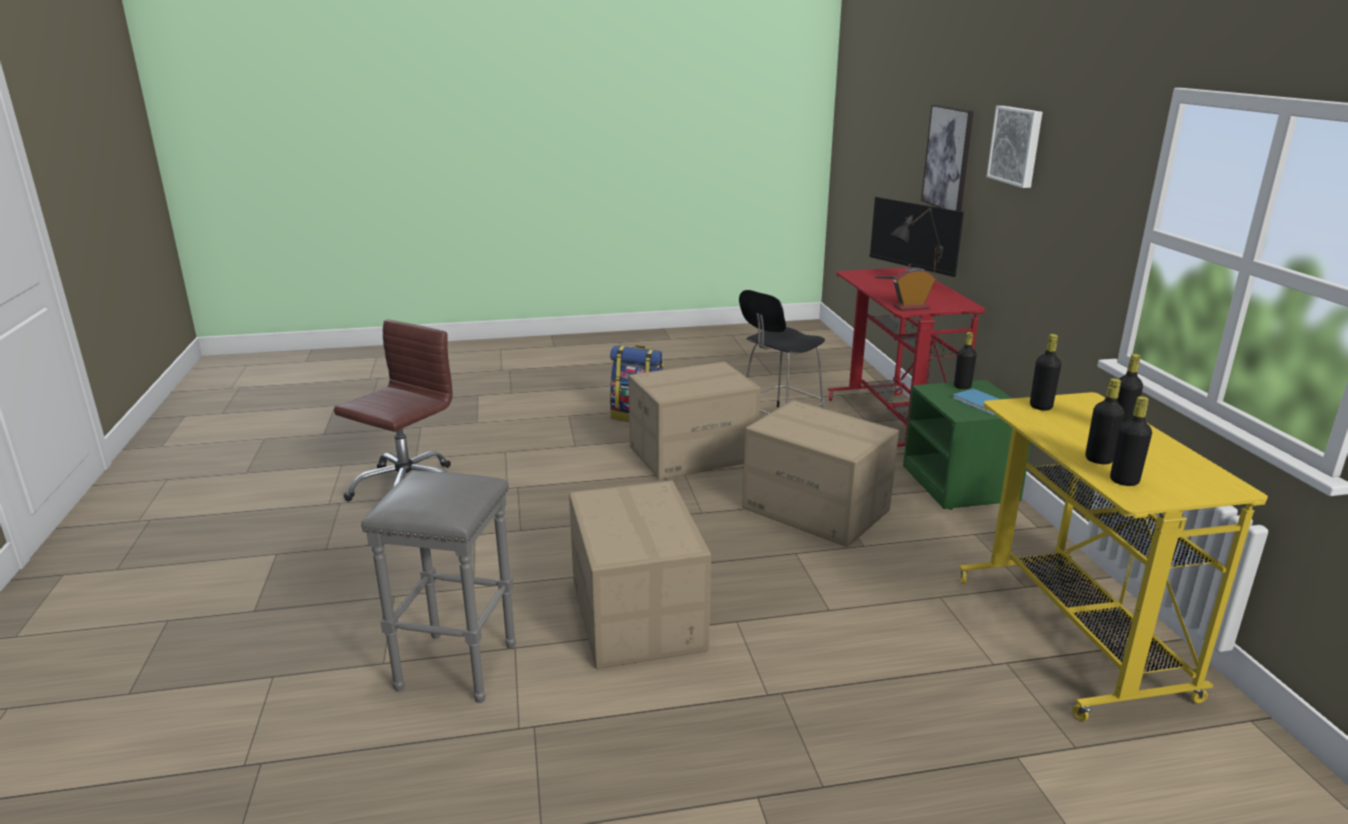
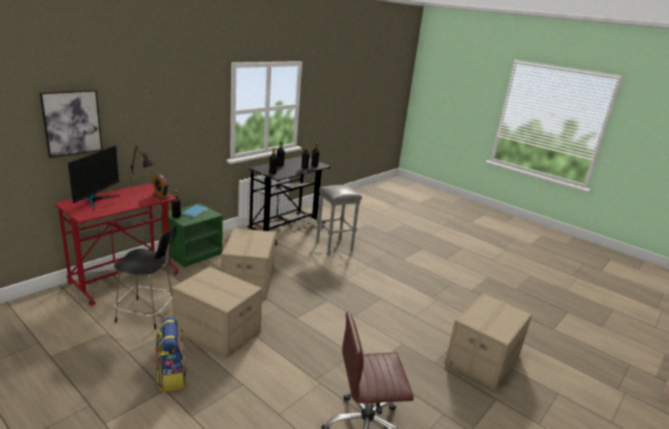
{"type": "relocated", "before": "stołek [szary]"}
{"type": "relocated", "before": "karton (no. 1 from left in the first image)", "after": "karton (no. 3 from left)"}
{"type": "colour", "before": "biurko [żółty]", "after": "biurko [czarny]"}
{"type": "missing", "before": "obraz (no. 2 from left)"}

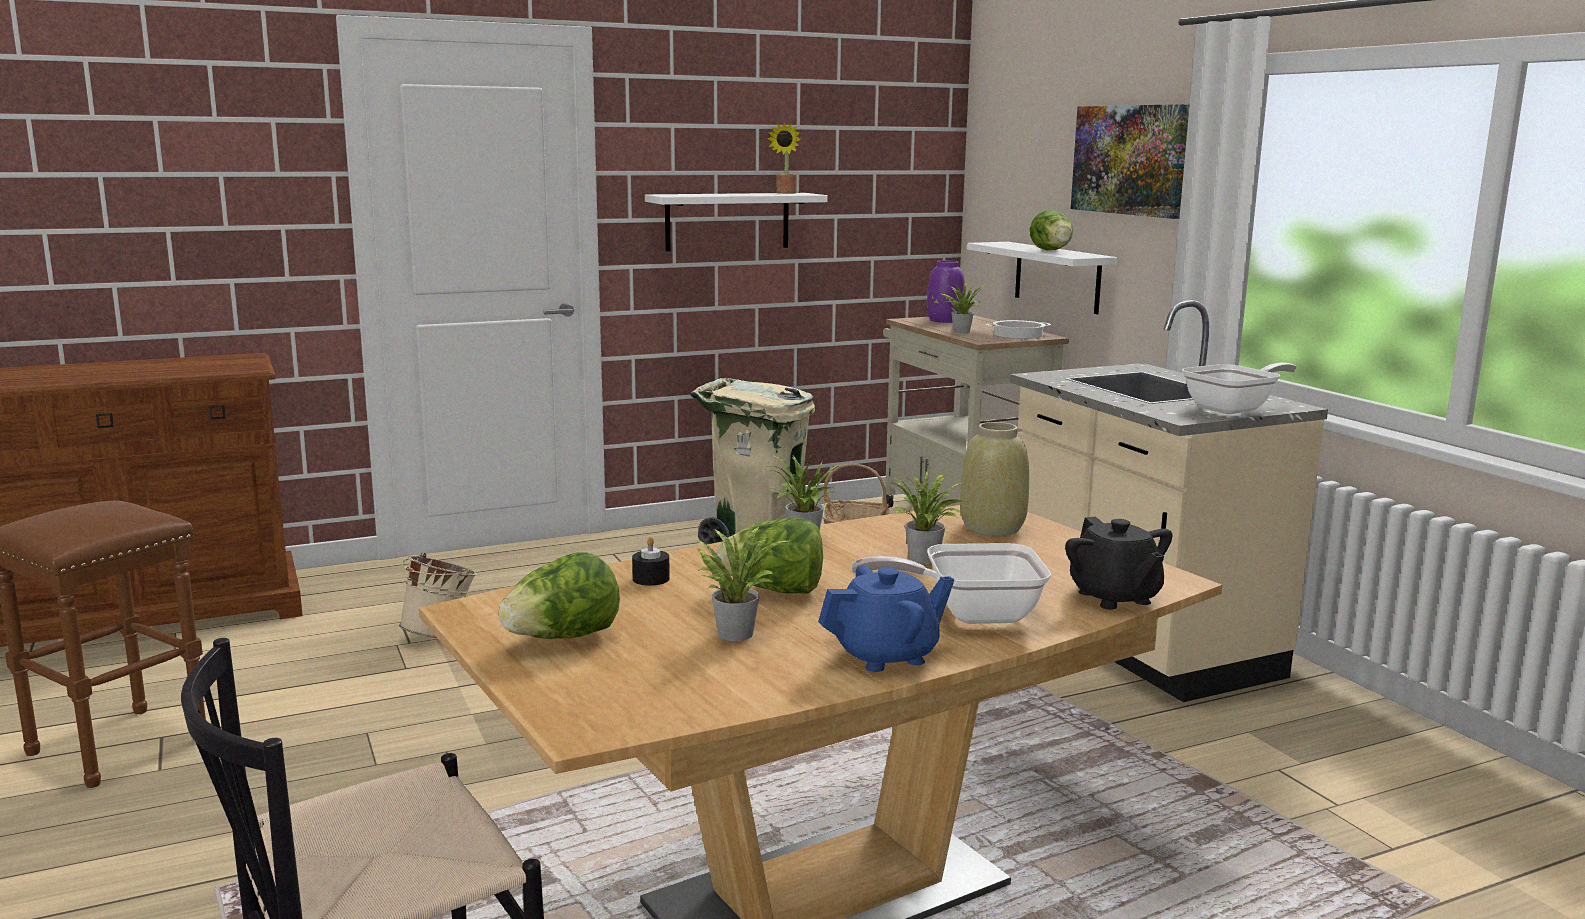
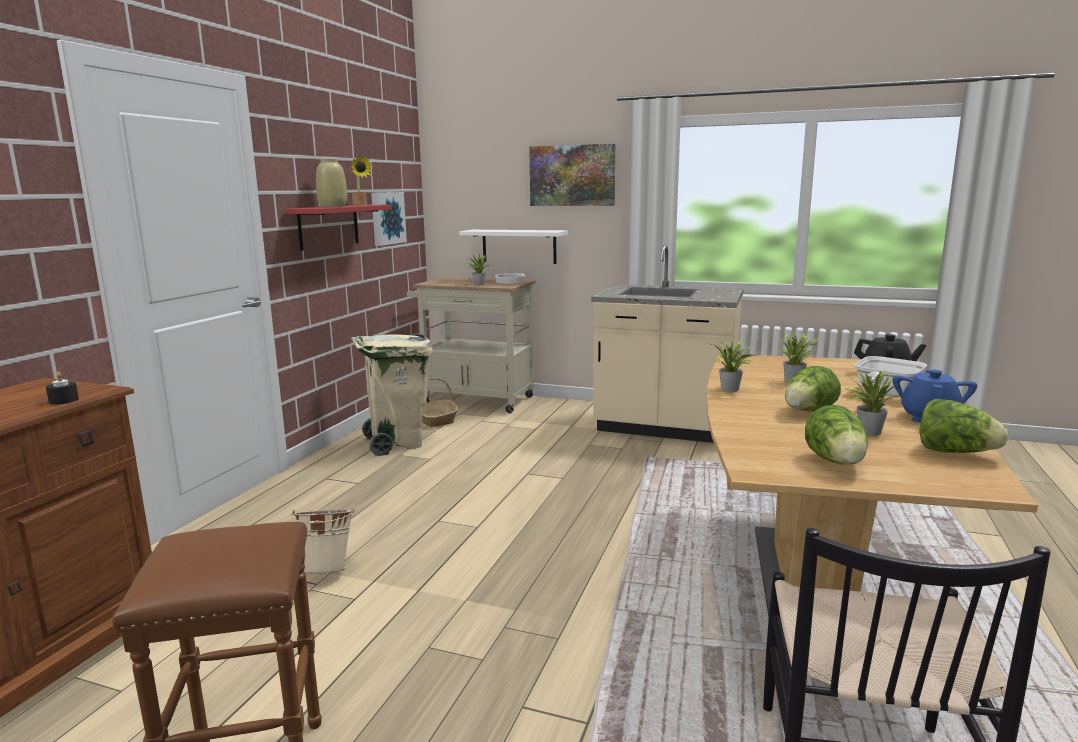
{"type": "relocated", "before": "świeca [czarny]"}
{"type": "colour", "before": "półka [biały] (no. 1 from left)", "after": "półka [czerwony]"}
{"type": "missing", "before": "wazon [fioletowy]"}
{"type": "relocated", "before": "wazon [beżowy]"}
{"type": "relocated", "before": "sałata (no. 3 from left)"}
{"type": "missing", "before": "patelnia (no. 2 from left)"}
{"type": "appeared", "after": "obraz (no. 1 from left)"}

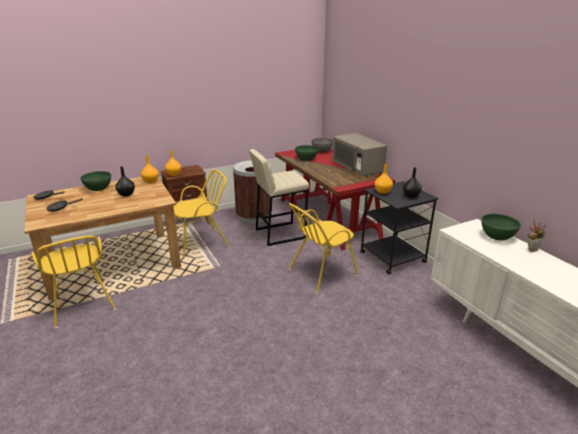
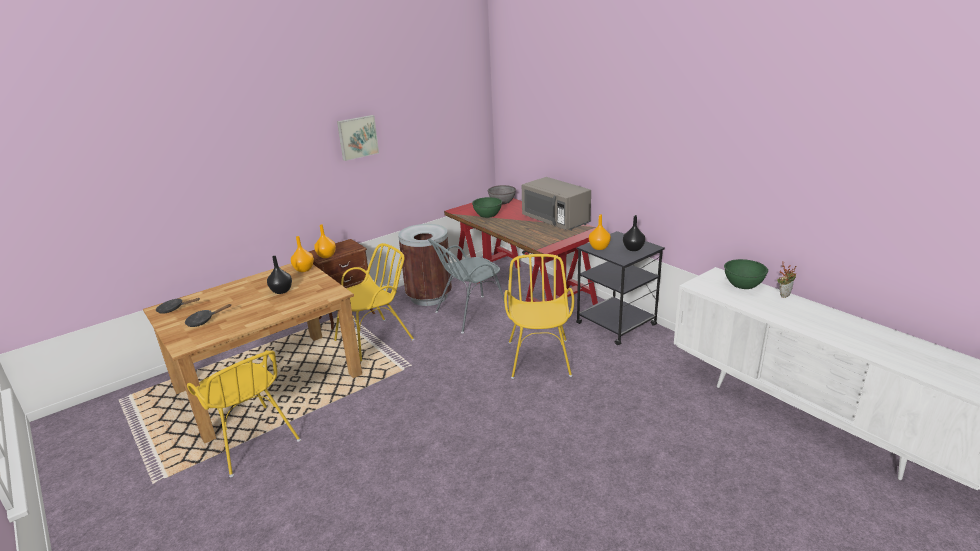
{"type": "missing", "before": "miska [zielony] (no. 1 from left)"}
{"type": "exchanged", "before": "stołek [beżowy]", "after": "krzesło [szary]"}
{"type": "spun", "before": "krzesło [żółty] (no. 3 from left)", "turn": 135}
{"type": "appeared", "after": "obraz"}

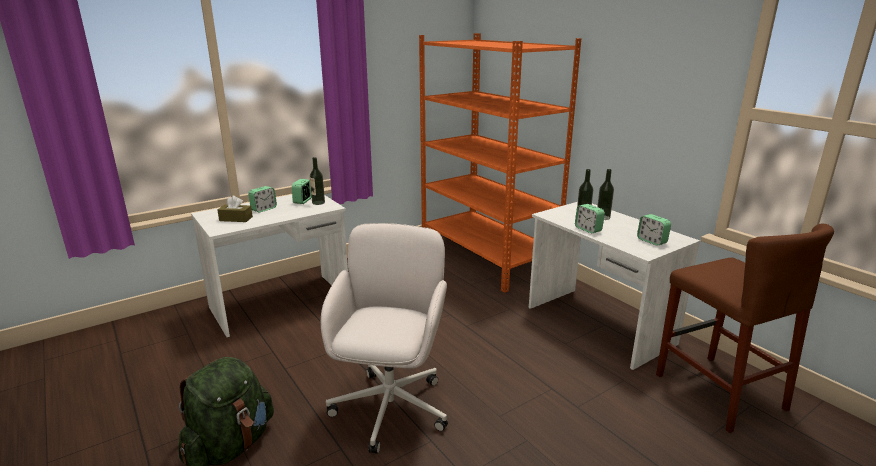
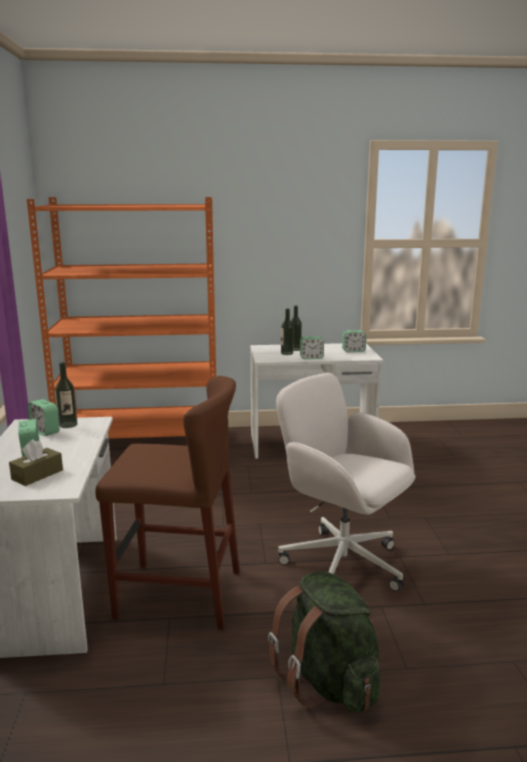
{"type": "relocated", "before": "stołek [brązowy]"}

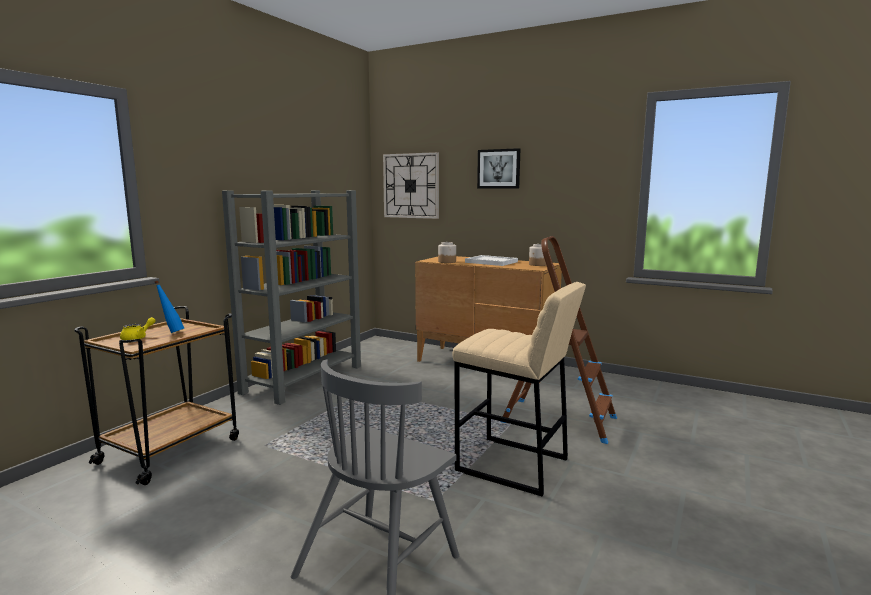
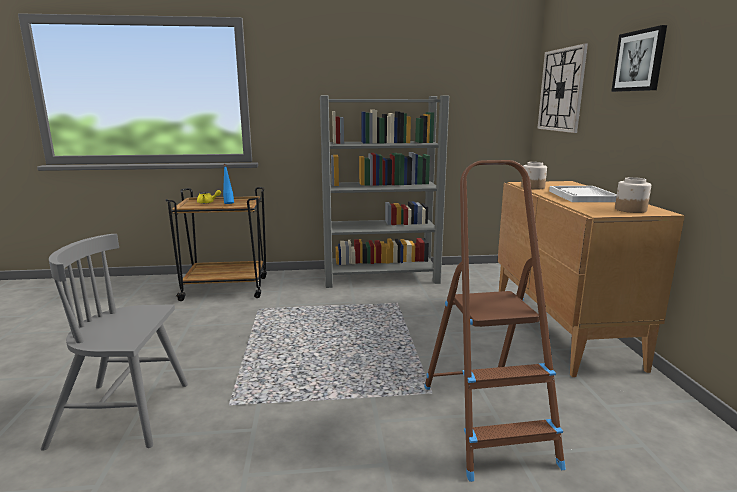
{"type": "missing", "before": "stołek [beżowy]"}

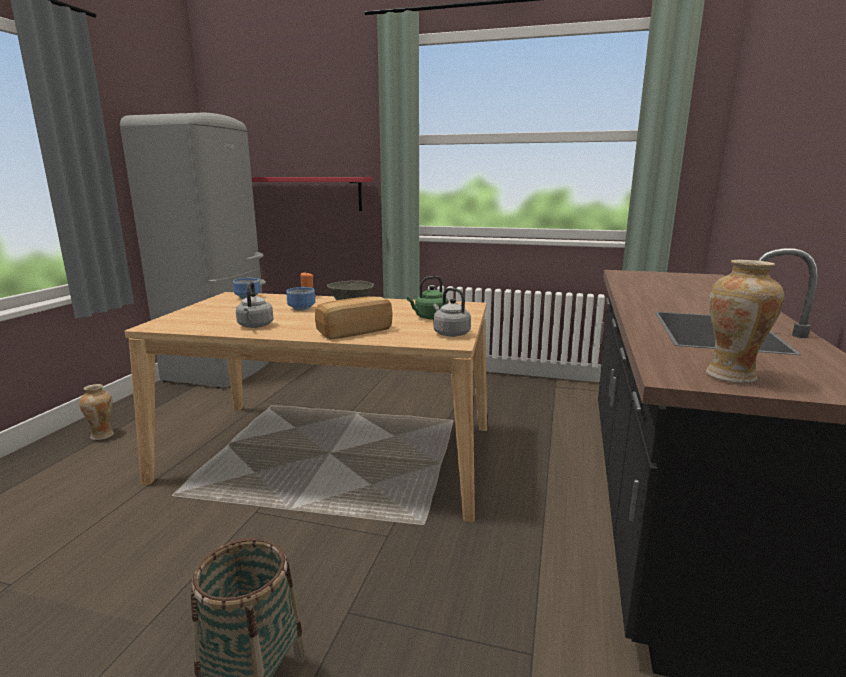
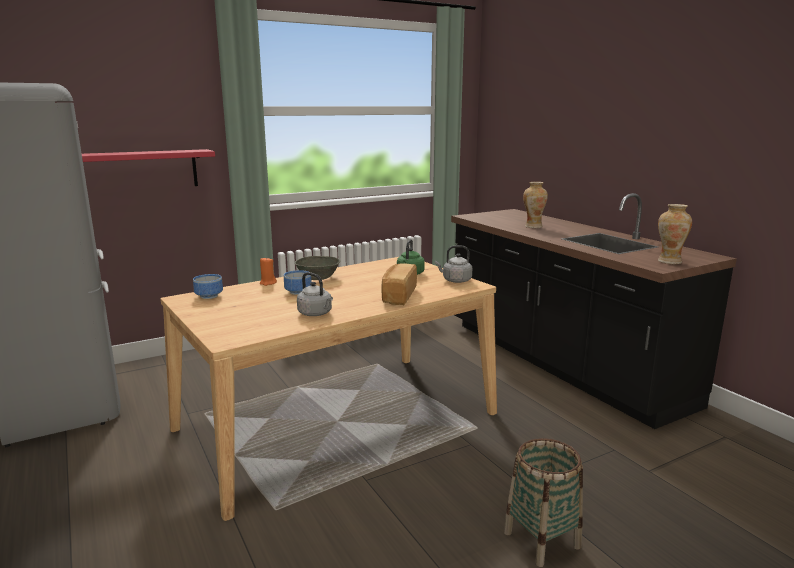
{"type": "relocated", "before": "wazon (no. 1 from left)"}

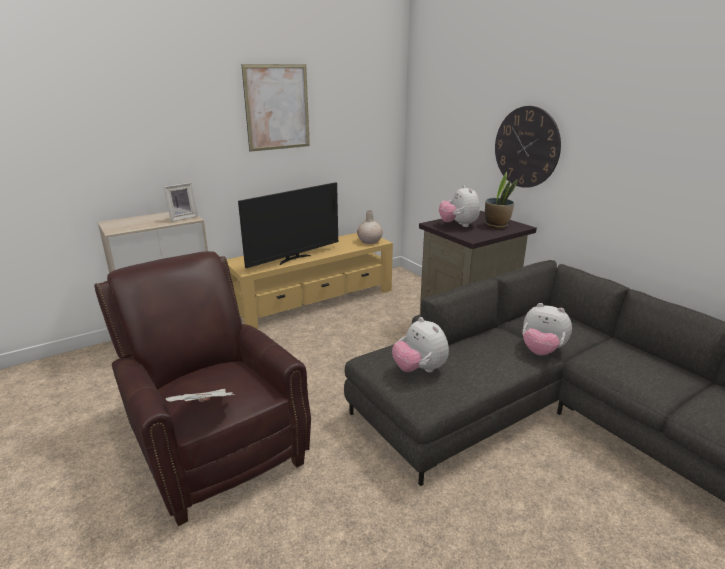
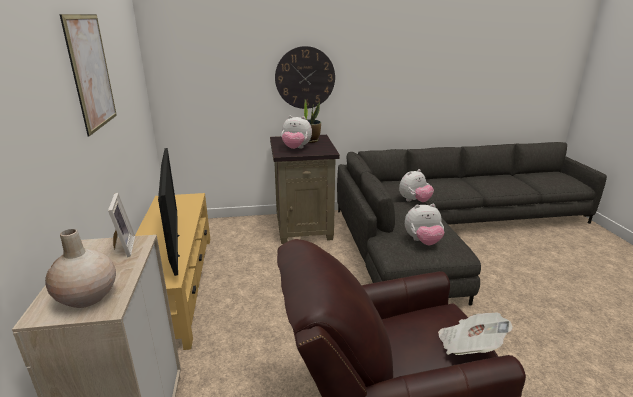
{"type": "relocated", "before": "wazon [beżowy]"}

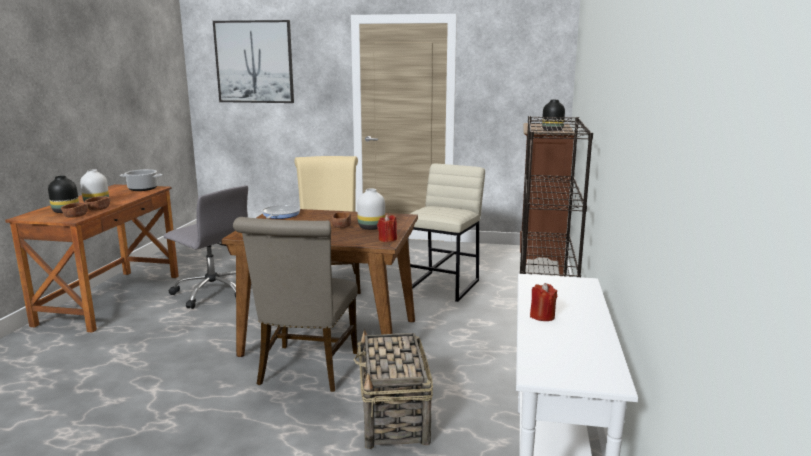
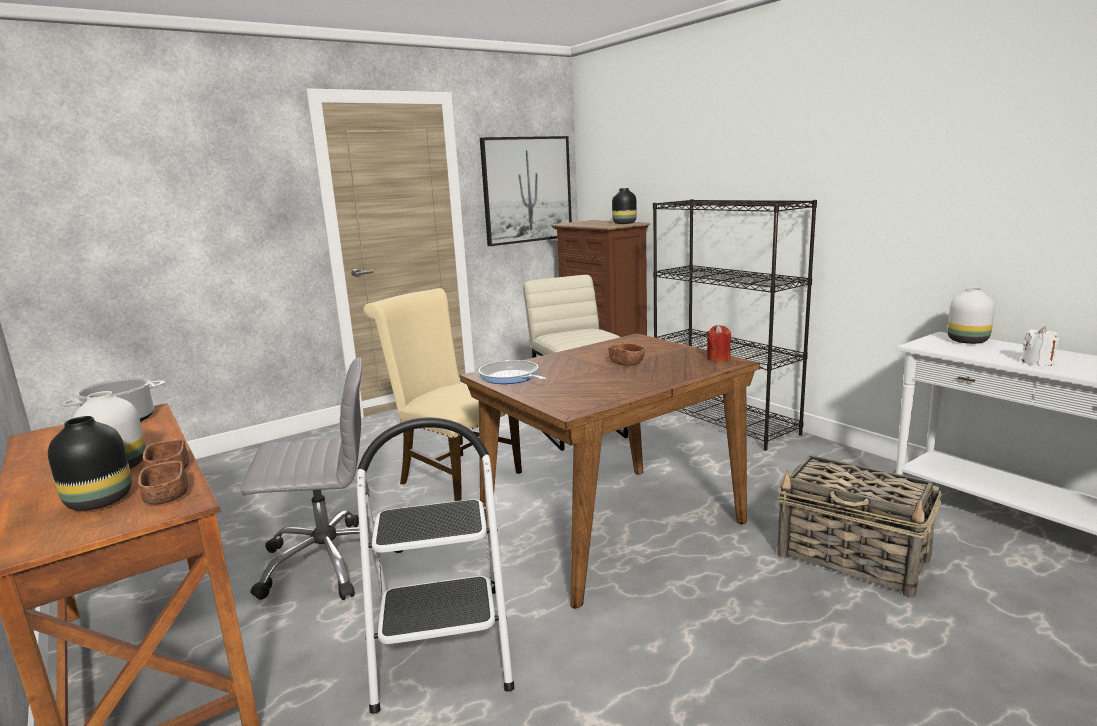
{"type": "relocated", "before": "obraz"}
{"type": "missing", "before": "krzesło [beżowy] (no. 1 from left)"}
{"type": "relocated", "before": "wazon [biały] (no. 2 from left)"}
{"type": "colour", "before": "świeca [czerwony] (no. 2 from left)", "after": "świeca [biały]"}
{"type": "appeared", "after": "drabinka"}

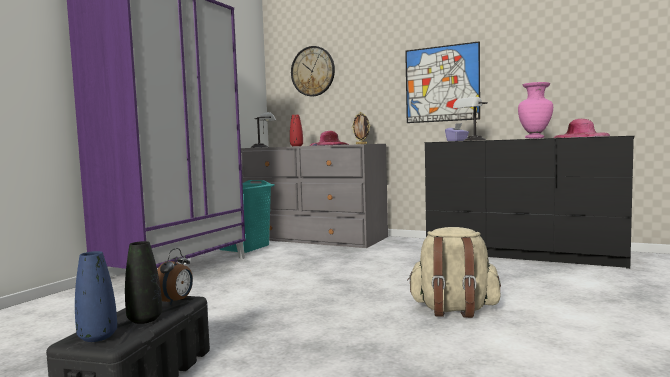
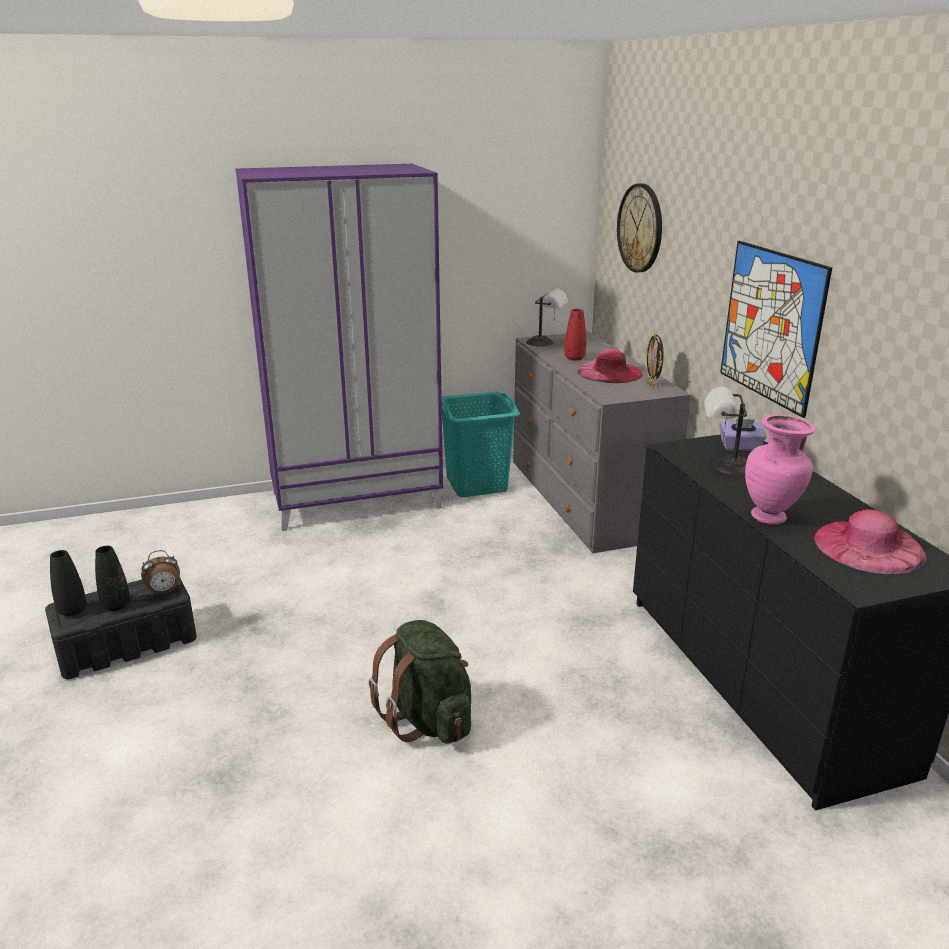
{"type": "colour", "before": "wazon [niebieski]", "after": "wazon [czarny] (no. 1 from left)"}
{"type": "colour", "before": "plecak [beżowy]", "after": "plecak [zielony]"}

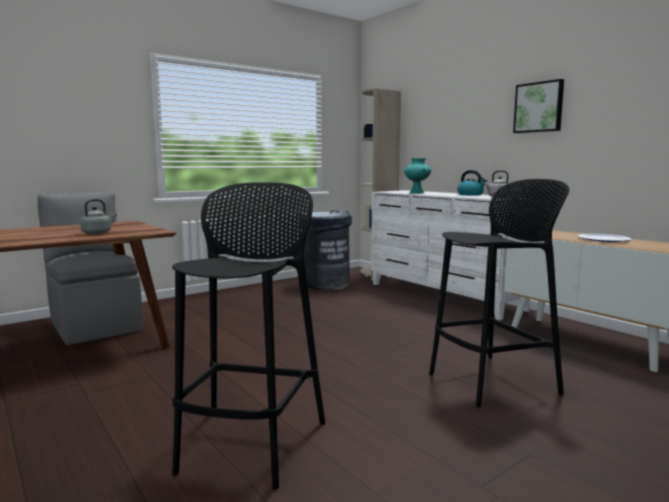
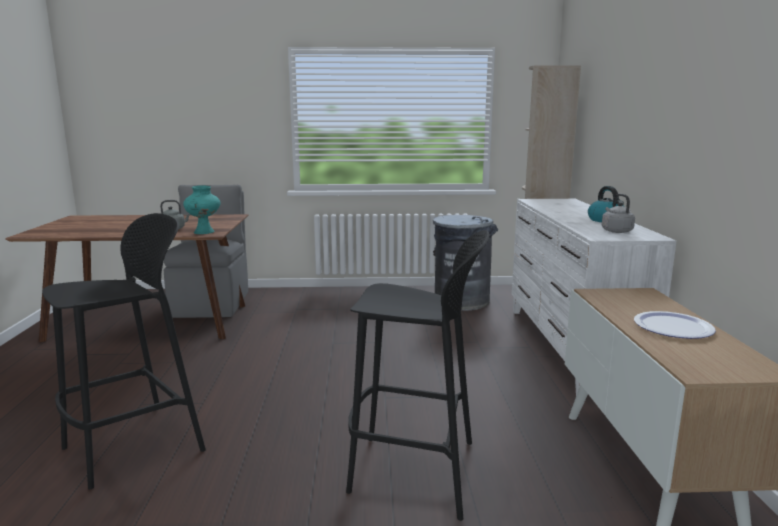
{"type": "relocated", "before": "wazon [turkusowy]"}
{"type": "missing", "before": "obraz"}

